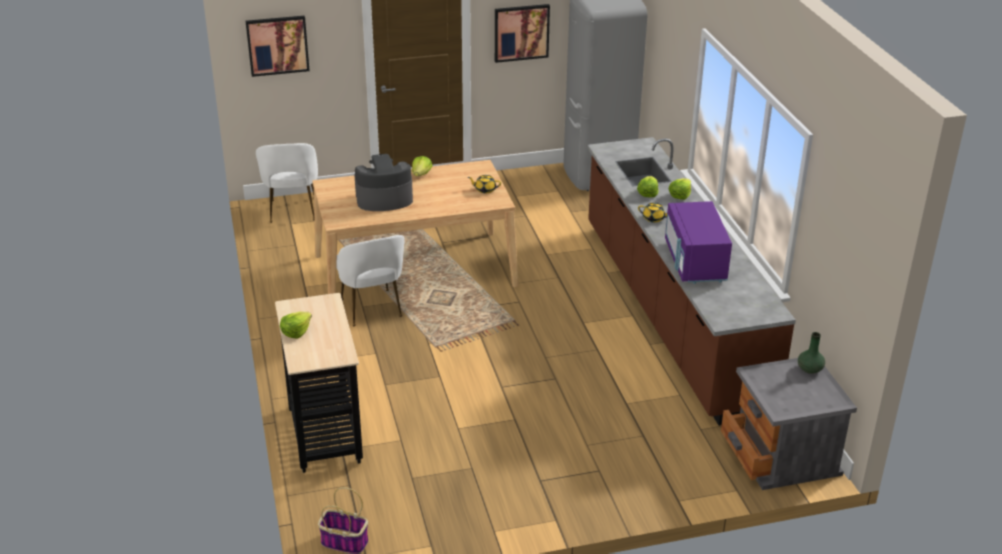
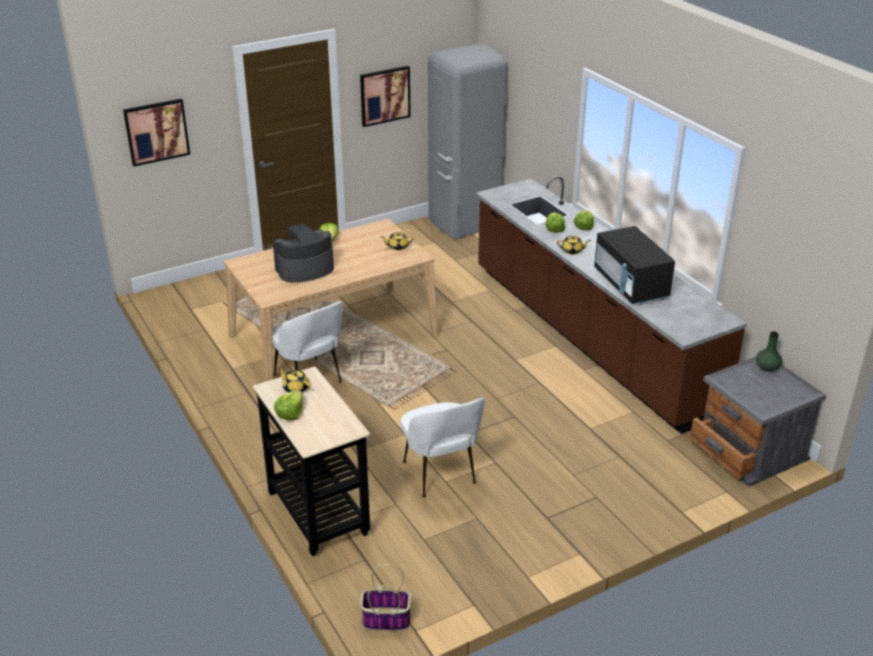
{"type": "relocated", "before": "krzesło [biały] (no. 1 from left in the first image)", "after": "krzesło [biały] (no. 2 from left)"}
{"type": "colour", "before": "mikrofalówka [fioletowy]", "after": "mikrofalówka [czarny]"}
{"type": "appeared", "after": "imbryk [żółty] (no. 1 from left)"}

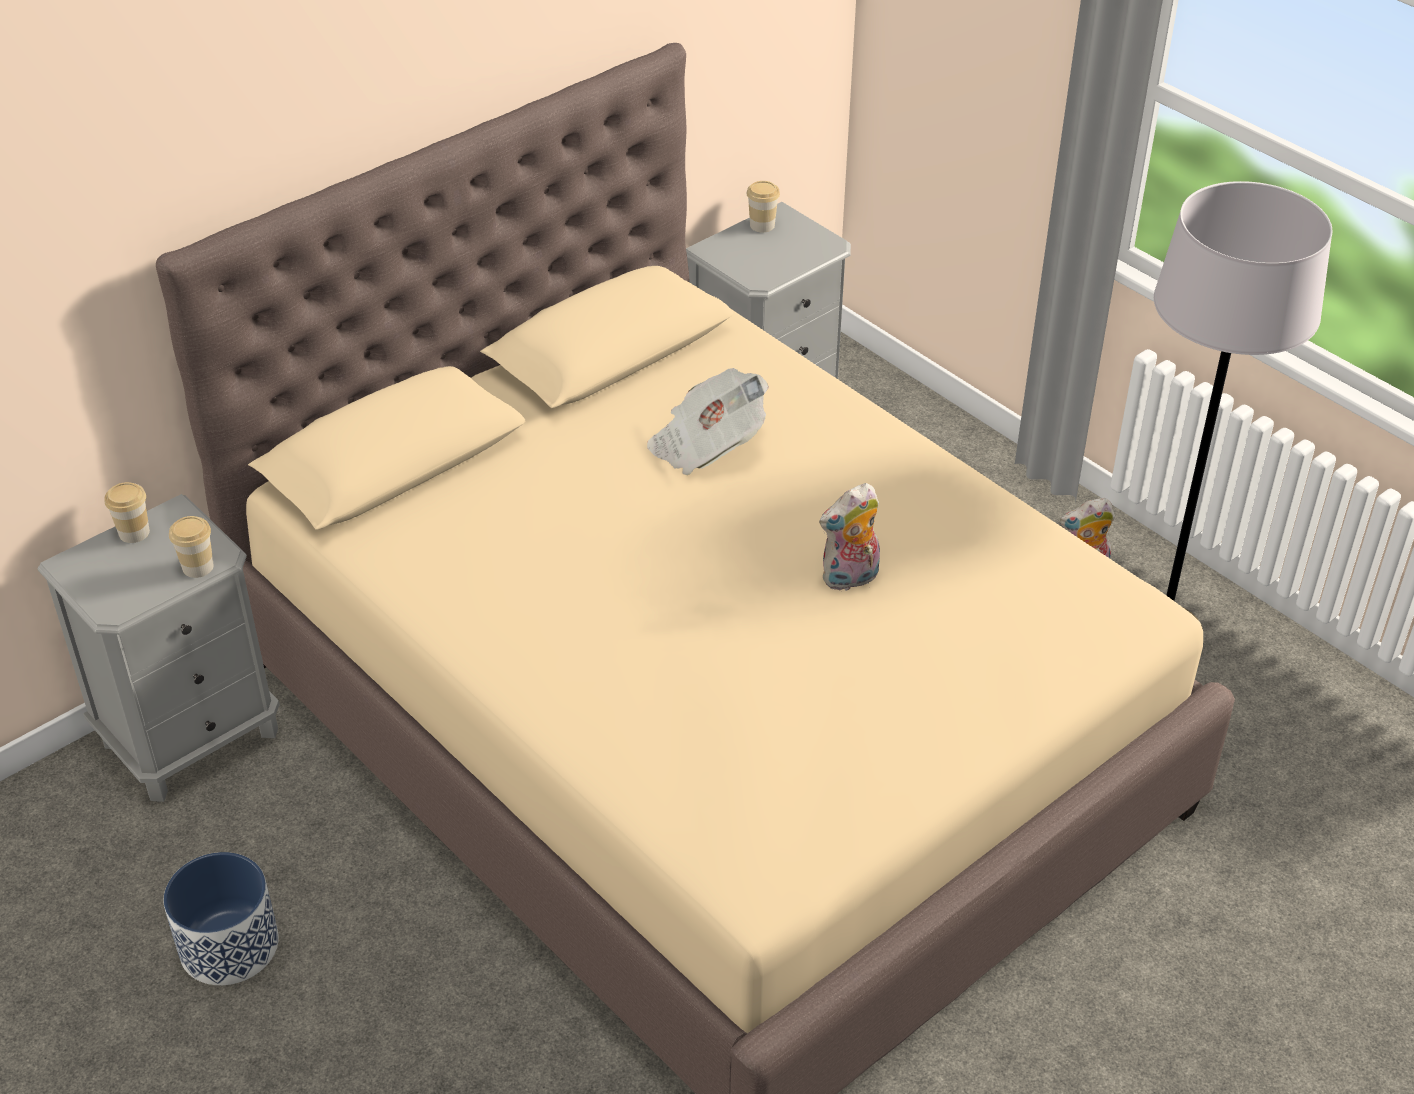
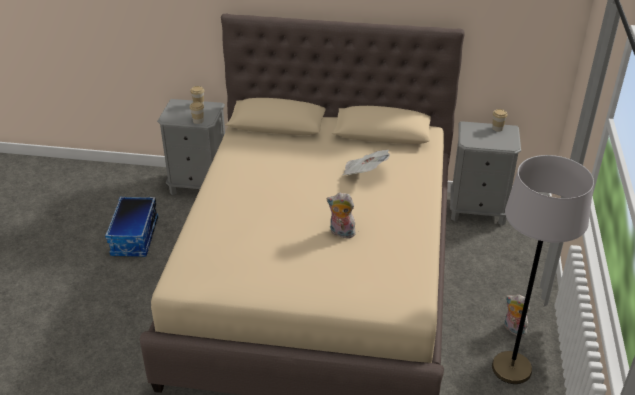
{"type": "exchanged", "before": "donica", "after": "pojemnik do przechowywania"}

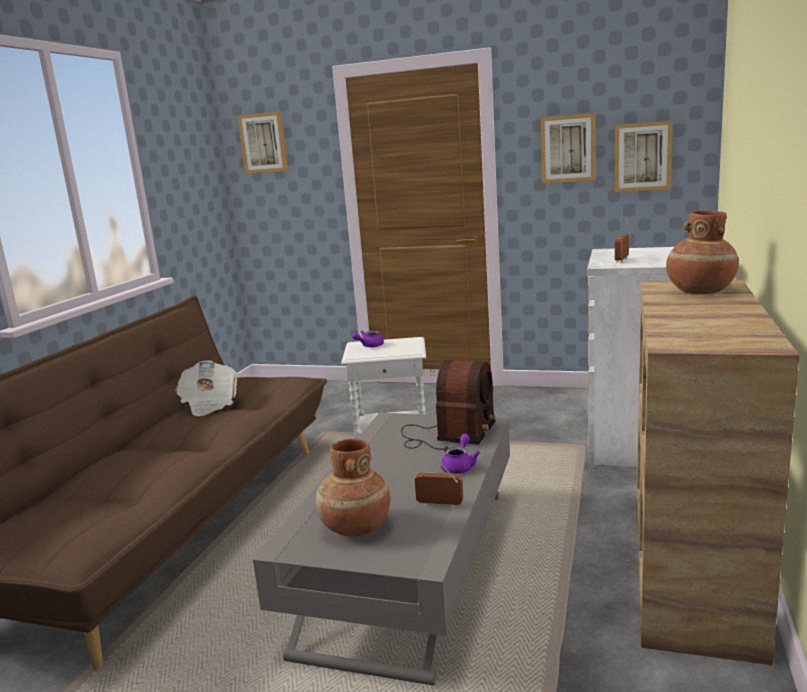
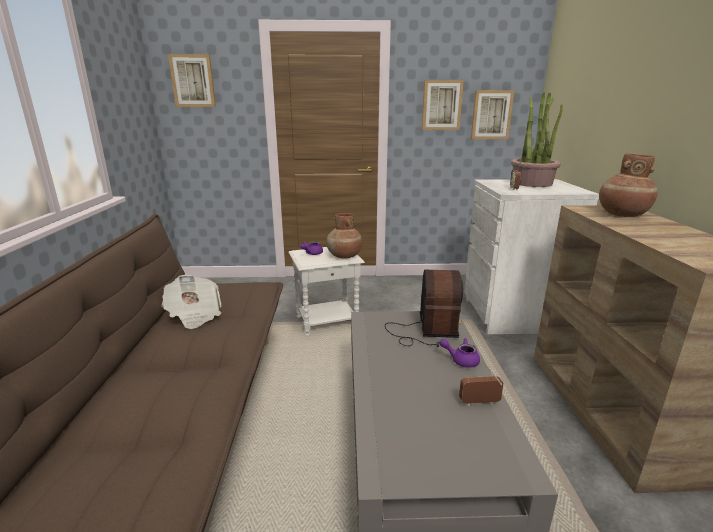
{"type": "relocated", "before": "wazon [brązowy] (no. 1 from left)"}
{"type": "spun", "before": "imbryk [fioletowy] (no. 2 from left)", "turn": -75}
{"type": "appeared", "after": "roślina doniczkowa"}

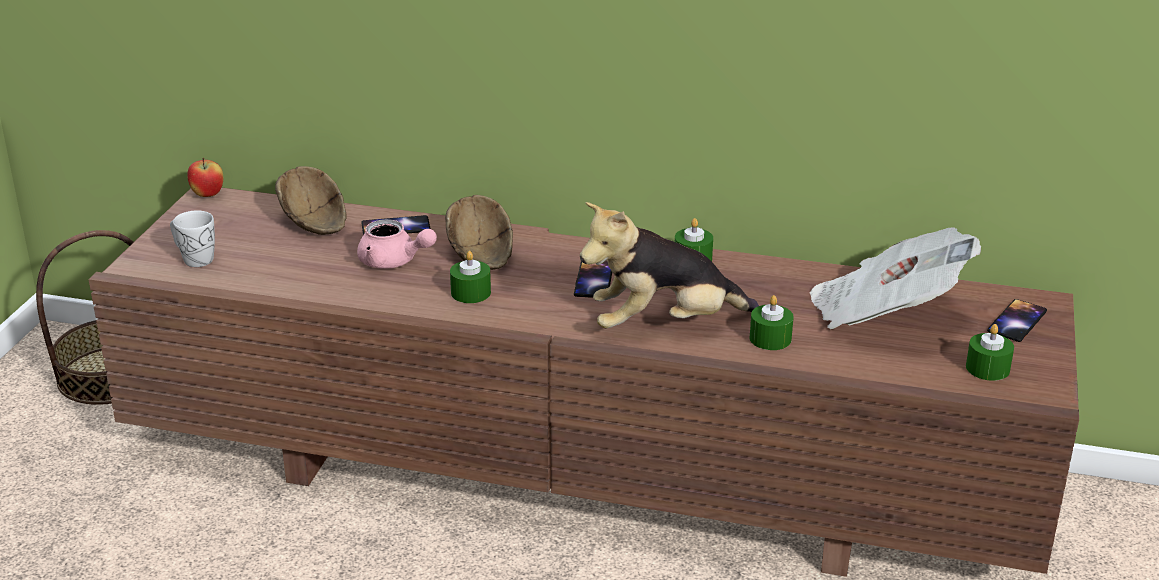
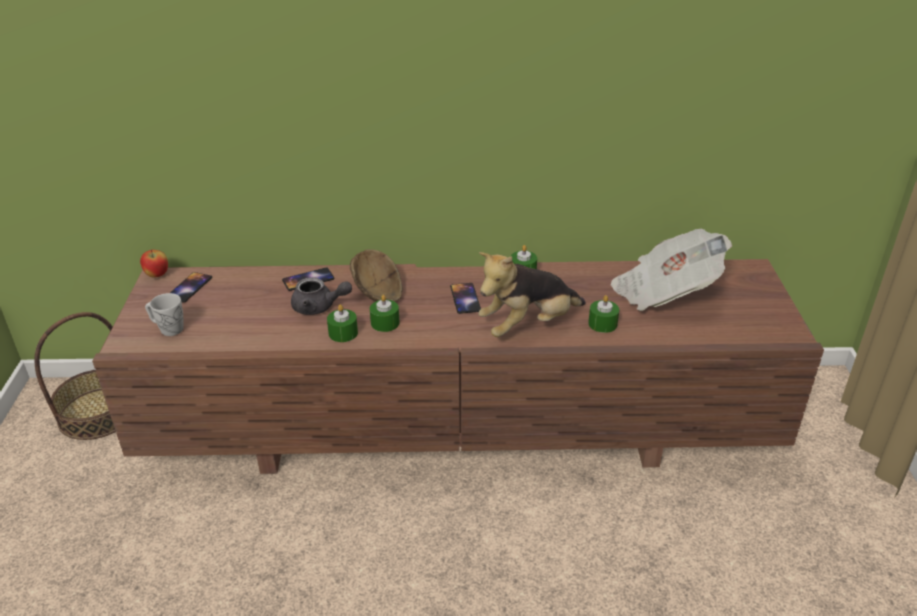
{"type": "missing", "before": "miska [brązowy] (no. 1 from left)"}
{"type": "colour", "before": "imbryk [różowy]", "after": "imbryk [szary]"}
{"type": "relocated", "before": "świeca [zielony] (no. 4 from left in the first image)", "after": "świeca [zielony] (no. 1 from left)"}
{"type": "relocated", "before": "telefon (no. 3 from left in the first image)", "after": "telefon (no. 1 from left)"}

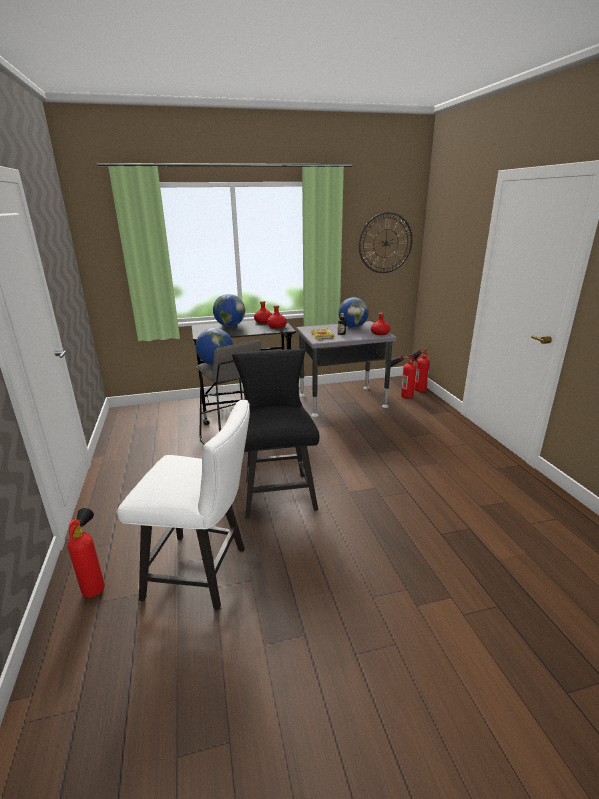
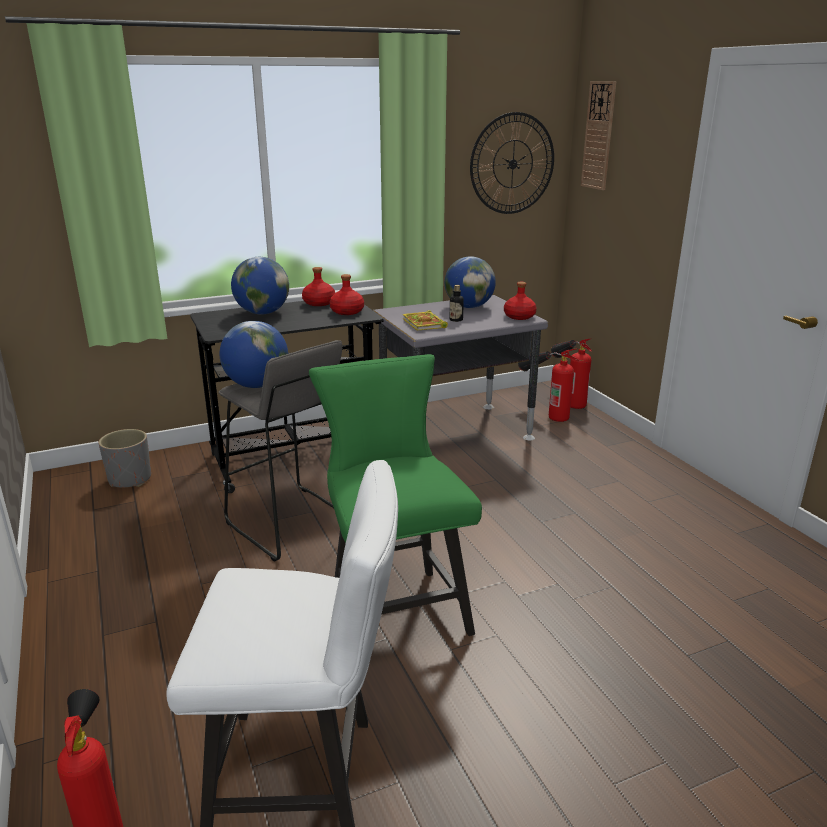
{"type": "colour", "before": "krzesło [czarny]", "after": "krzesło [zielony]"}
{"type": "appeared", "after": "donica [szary]"}
{"type": "appeared", "after": "zegar ścienny (no. 2 from left)"}

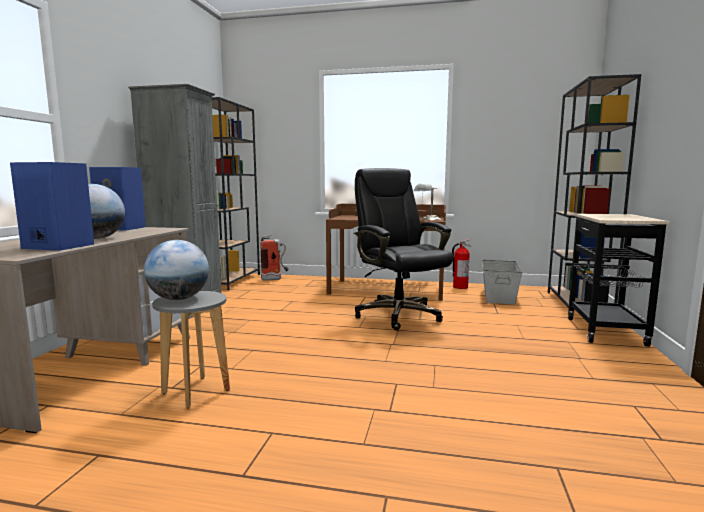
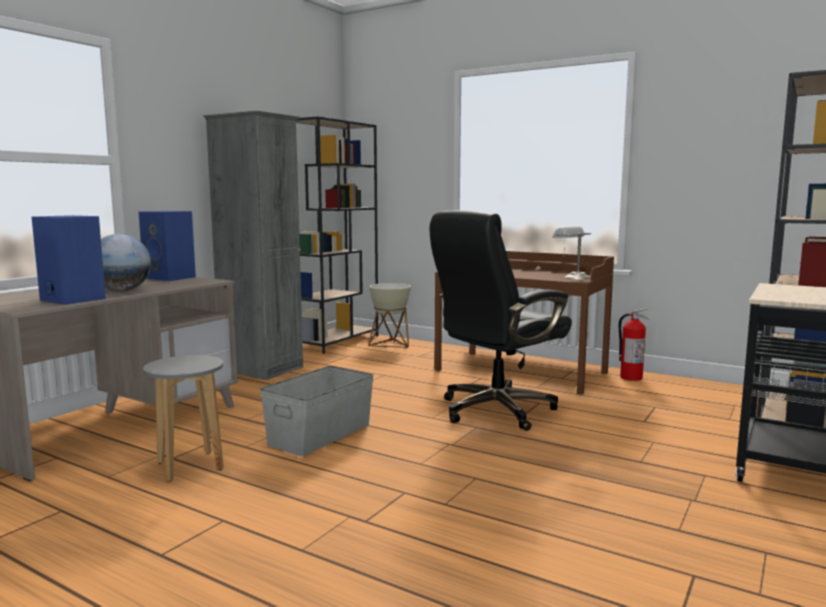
{"type": "missing", "before": "globus (no. 2 from left)"}
{"type": "exchanged", "before": "gaśnica (no. 1 from left)", "after": "donica"}
{"type": "spun", "before": "krzesło biurowe [czarny]", "turn": -120}
{"type": "relocated", "before": "pojemnik do przechowywania [szary]"}

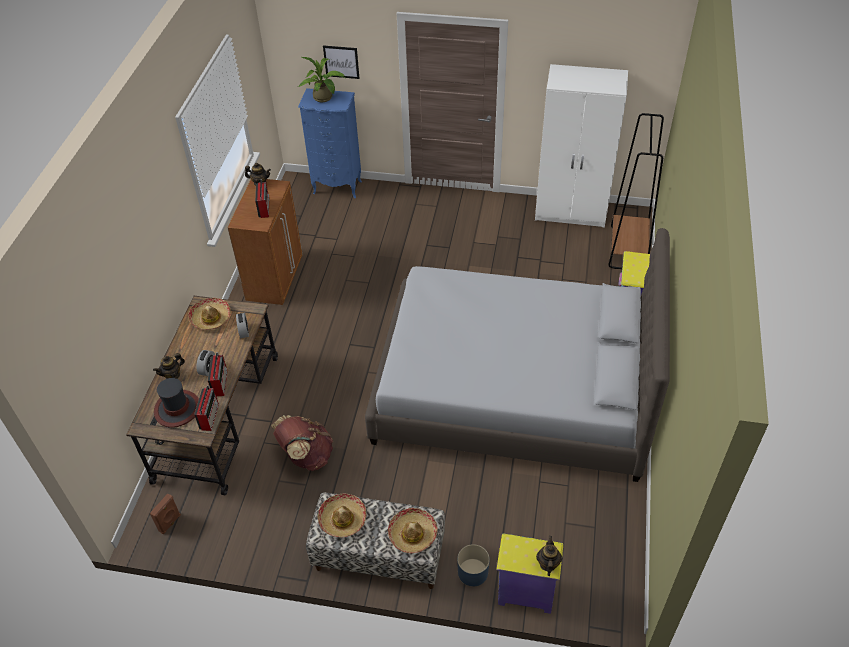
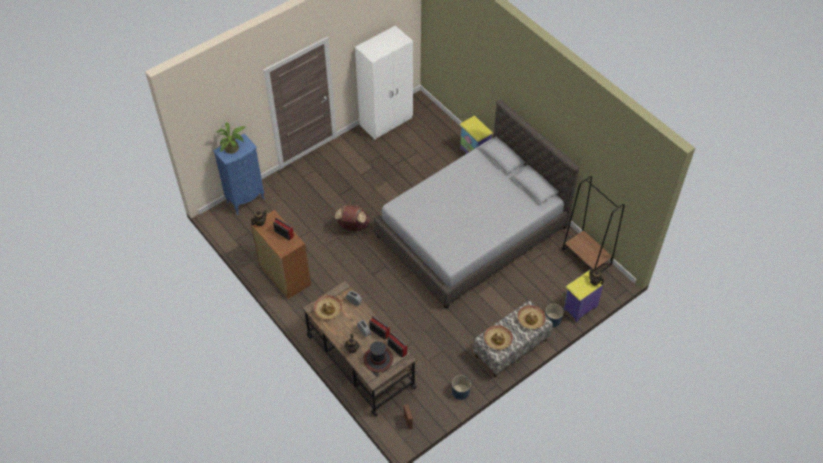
{"type": "relocated", "before": "plecak [brązowy]"}
{"type": "missing", "before": "obraz"}
{"type": "relocated", "before": "wieszak"}
{"type": "appeared", "after": "donica [niebieski] (no. 1 from left)"}

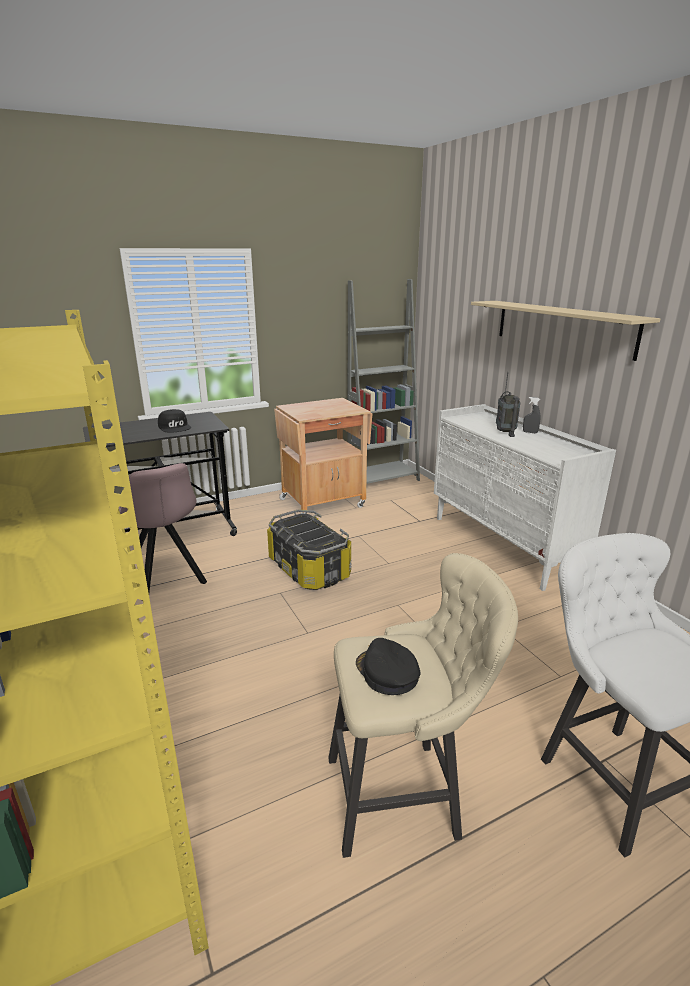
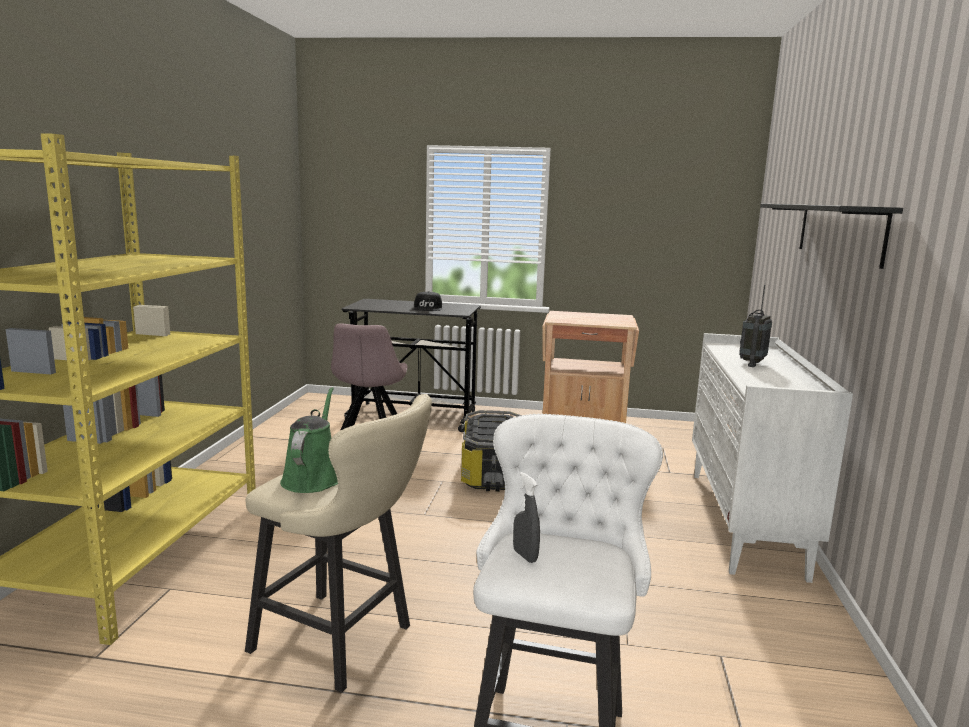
{"type": "missing", "before": "regał [szary]"}
{"type": "exchanged", "before": "czapka z daszkiem [czarny] (no. 2 from left)", "after": "konewka [zielony]"}
{"type": "colour", "before": "półka [beżowy]", "after": "półka [czarny]"}
{"type": "relocated", "before": "spryskiwacz [szary]"}

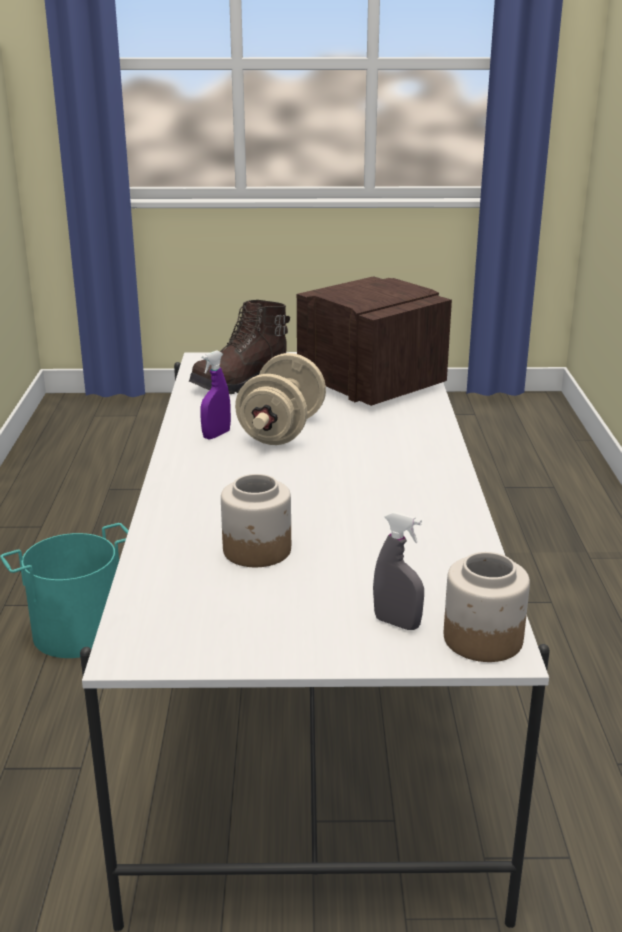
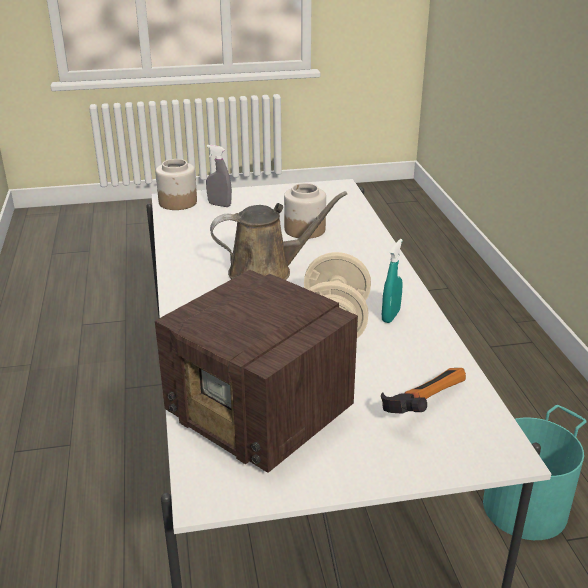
{"type": "exchanged", "before": "but z cholewką [brązowy]", "after": "młotek"}
{"type": "colour", "before": "spryskiwacz [fioletowy]", "after": "spryskiwacz [turkusowy]"}
{"type": "appeared", "after": "konewka [brązowy]"}

